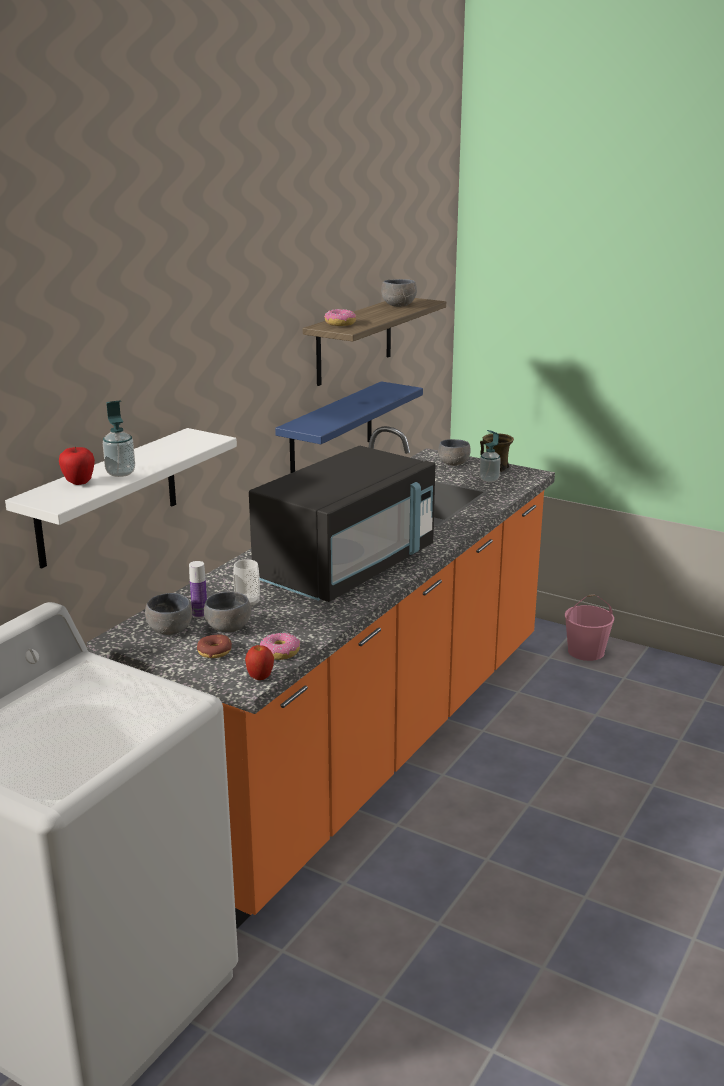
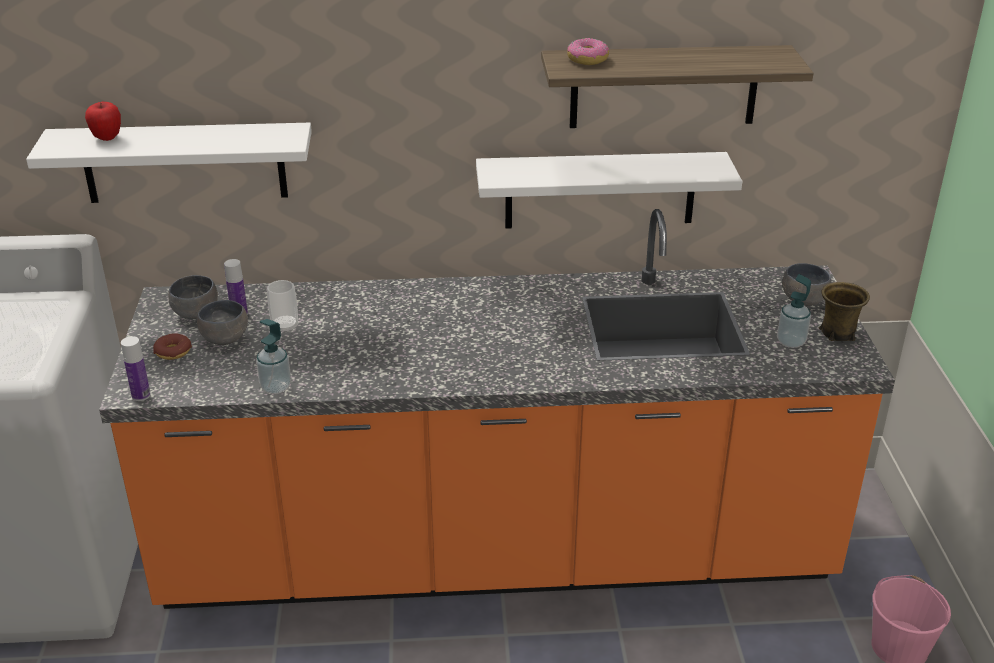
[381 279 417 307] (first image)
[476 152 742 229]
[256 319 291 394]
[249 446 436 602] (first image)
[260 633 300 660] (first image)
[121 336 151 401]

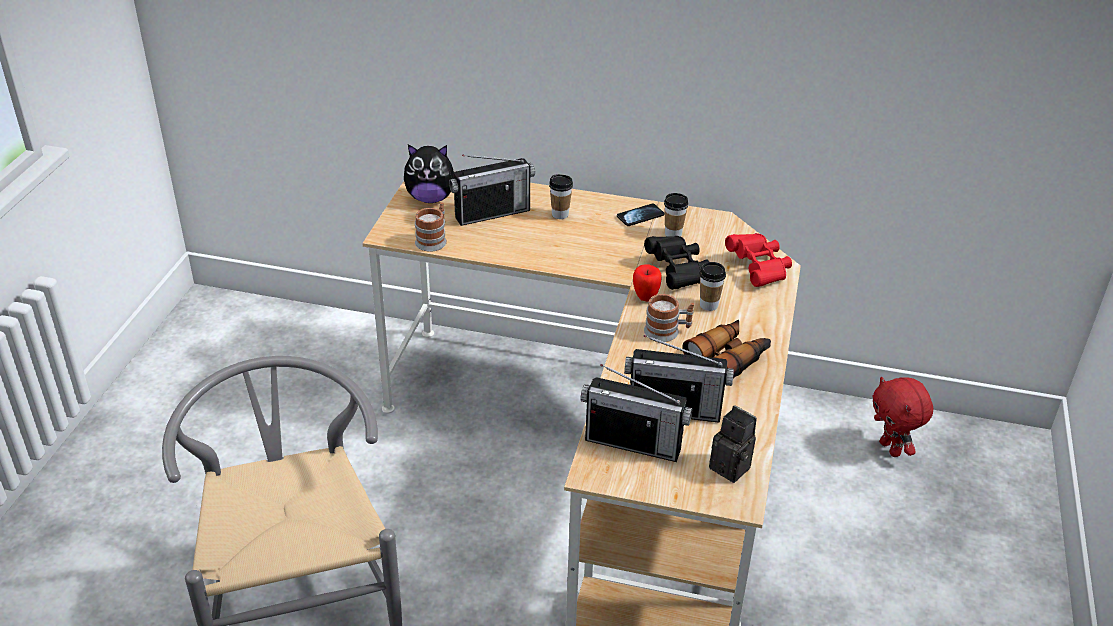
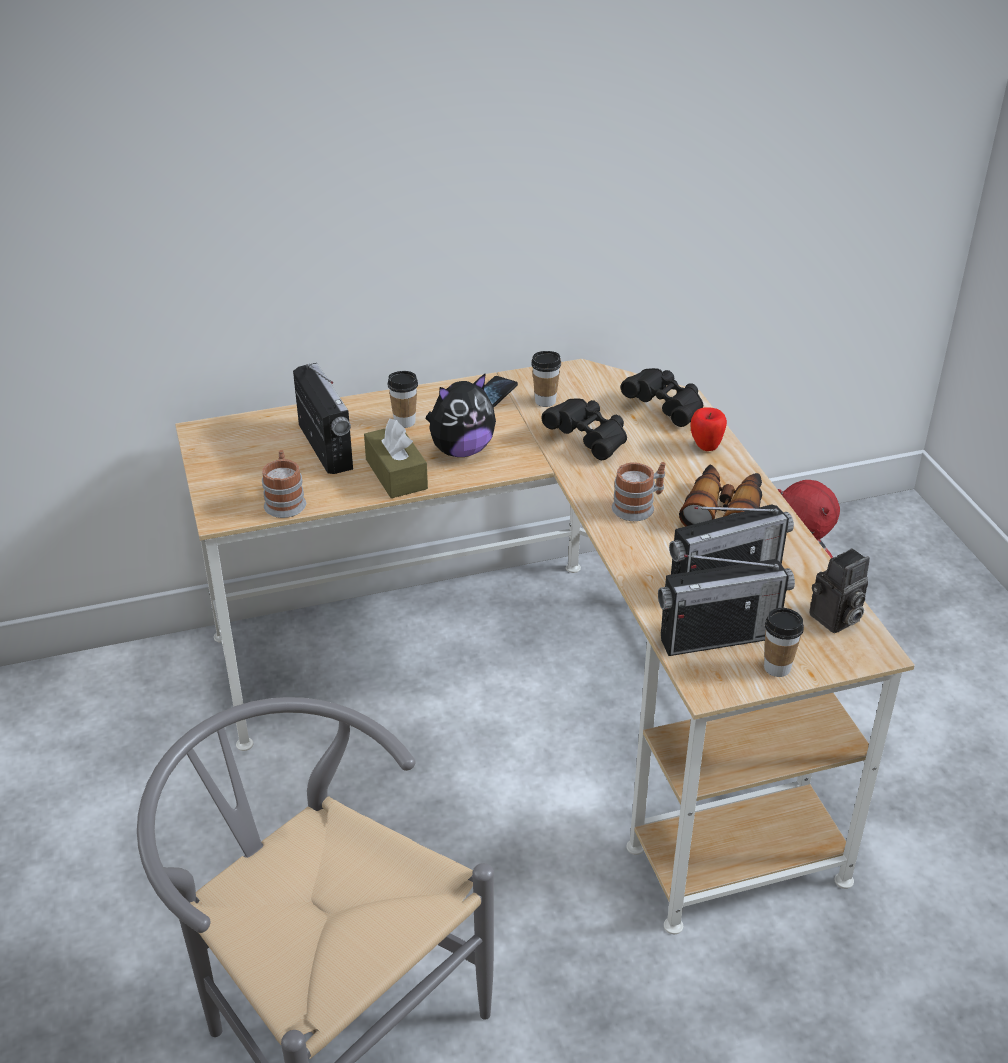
[426 373 496 457]
[293 363 353 474]
[621 368 703 427]
[764 608 804 677]
[691 407 727 451]
[809 548 870 633]
[364 418 428 498]

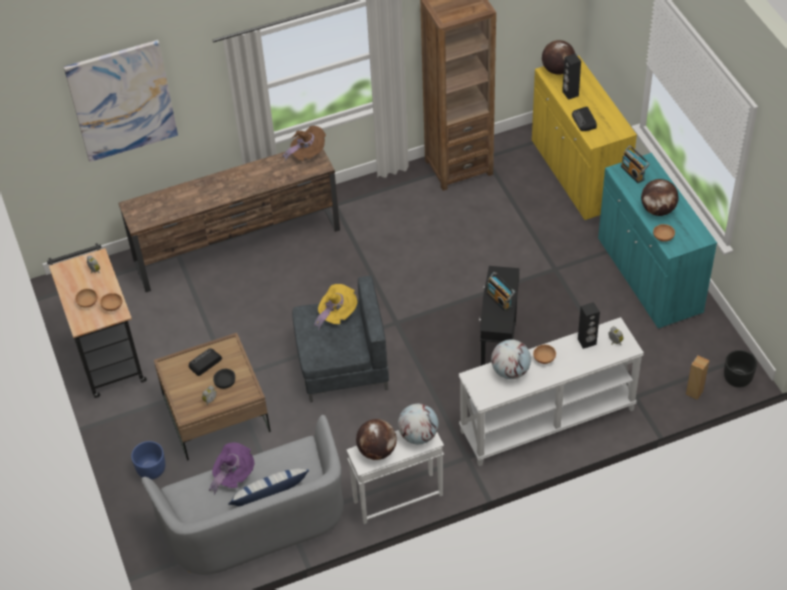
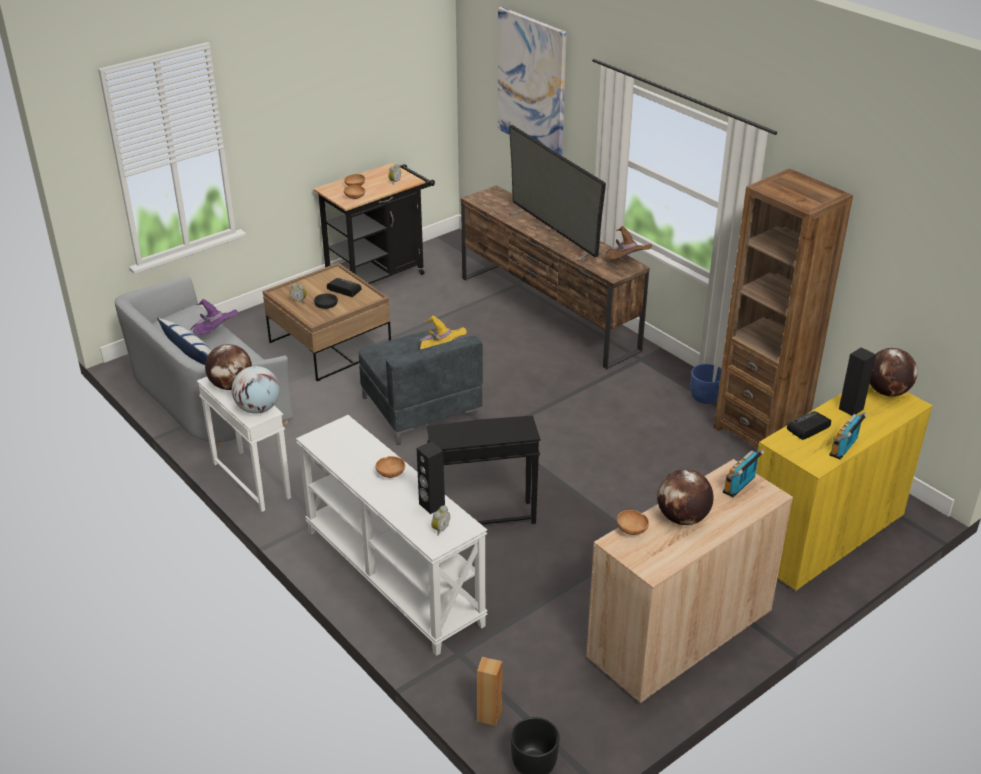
[586 459 793 704]
[829 413 867 460]
[491 340 531 379] (first image)
[690 364 722 404]
[509 125 606 261]

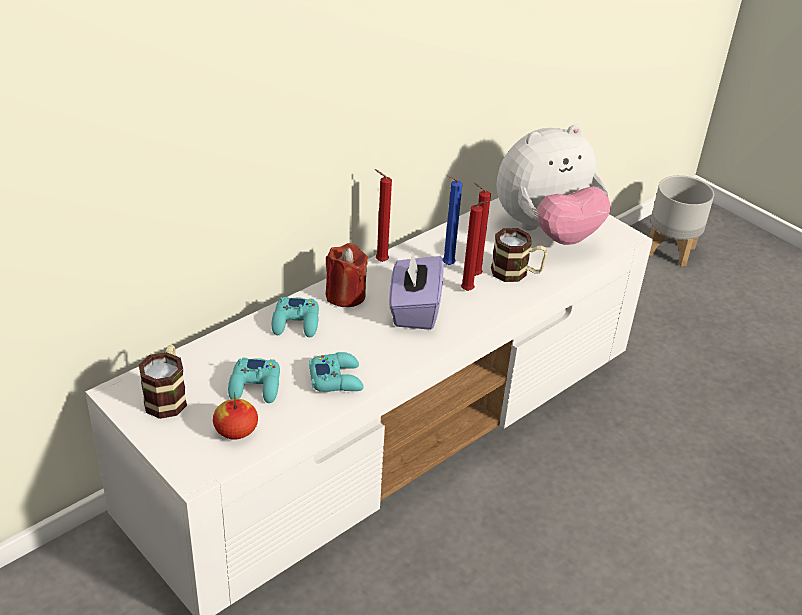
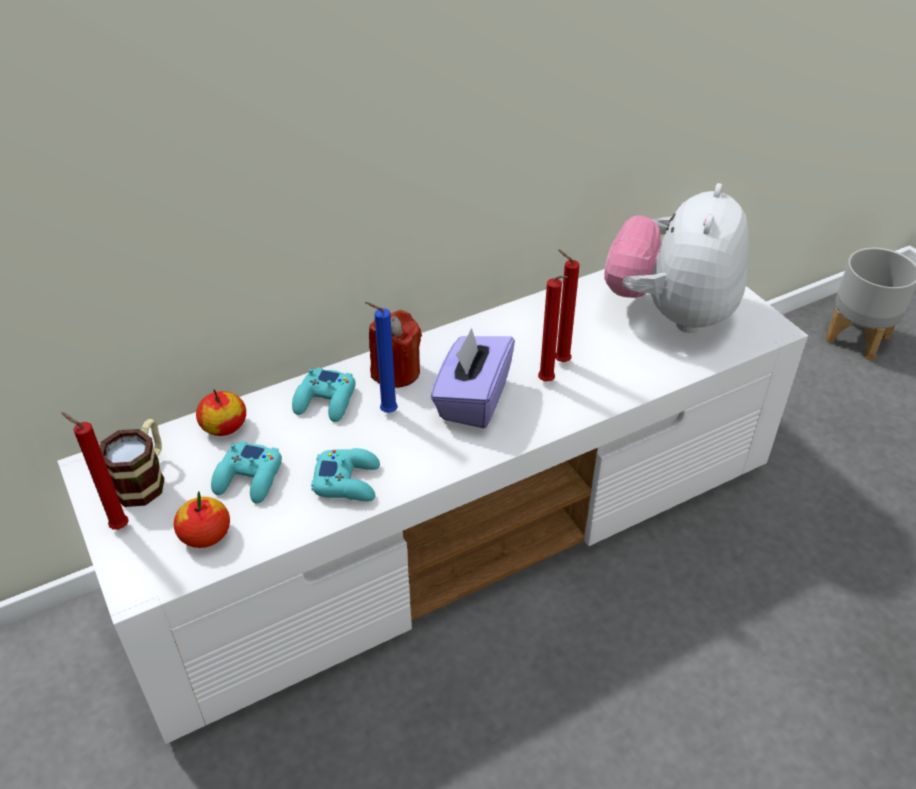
[604 183 749 333]
[61 412 129 530]
[365 302 398 413]
[491 228 547 282] (first image)
[196 389 246 436]

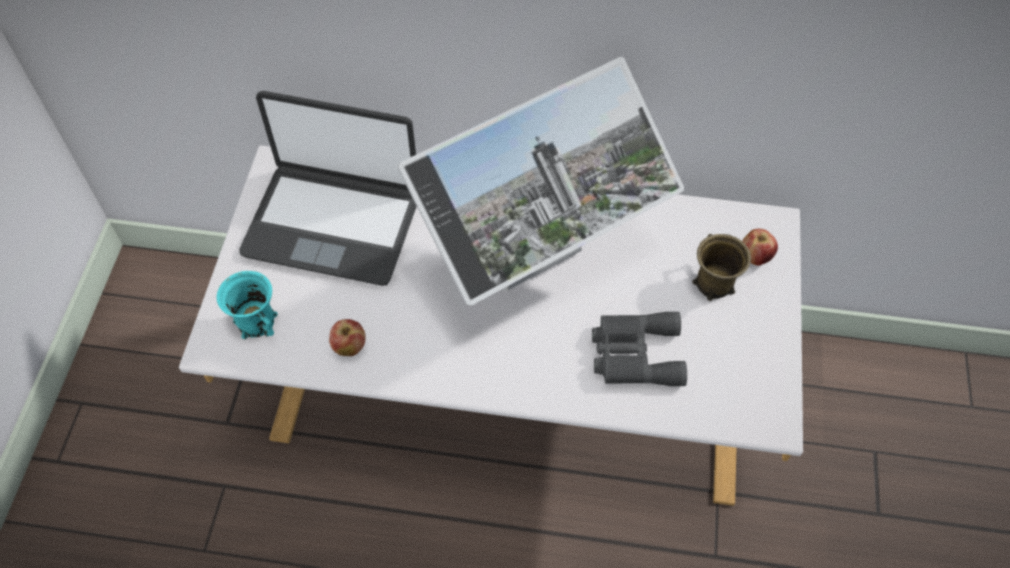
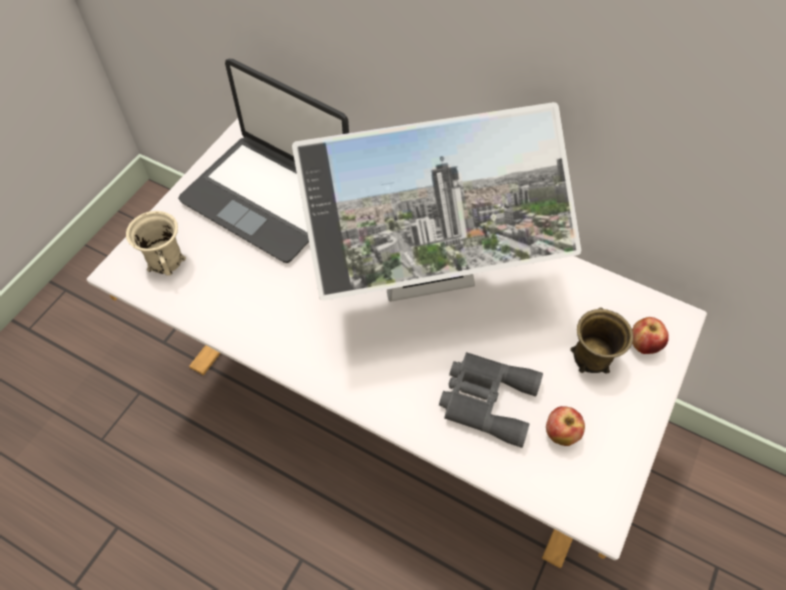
[126 211 186 276]
[546 406 585 446]

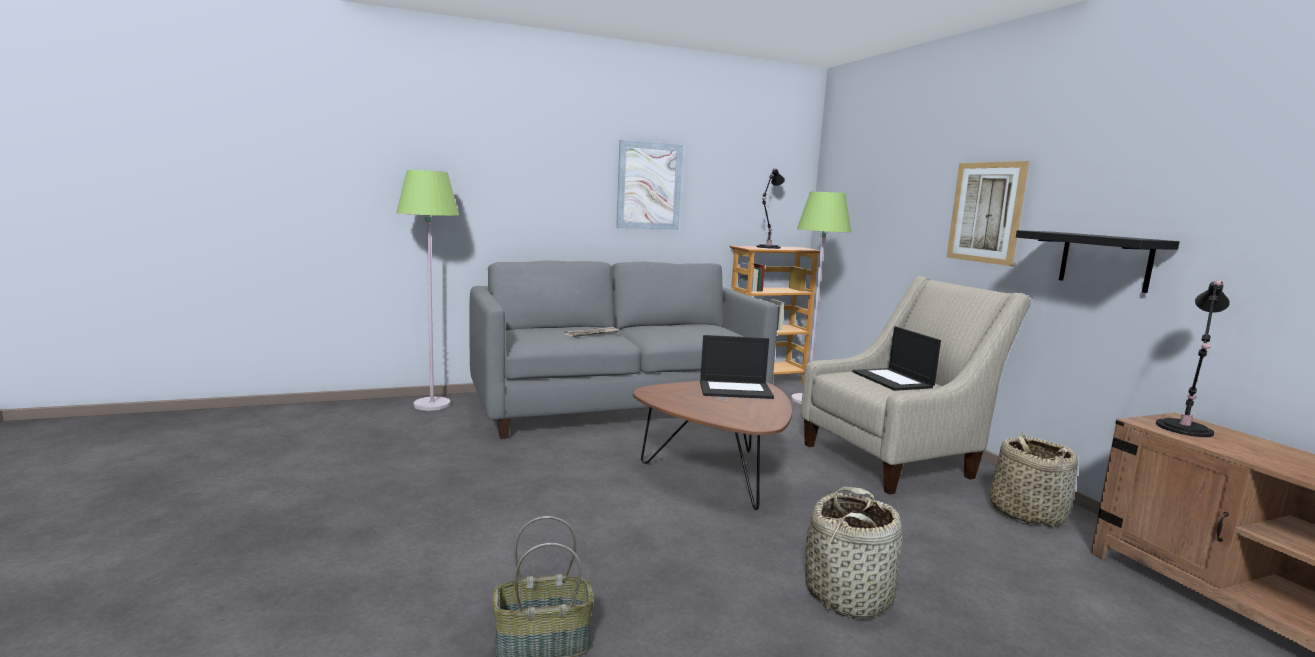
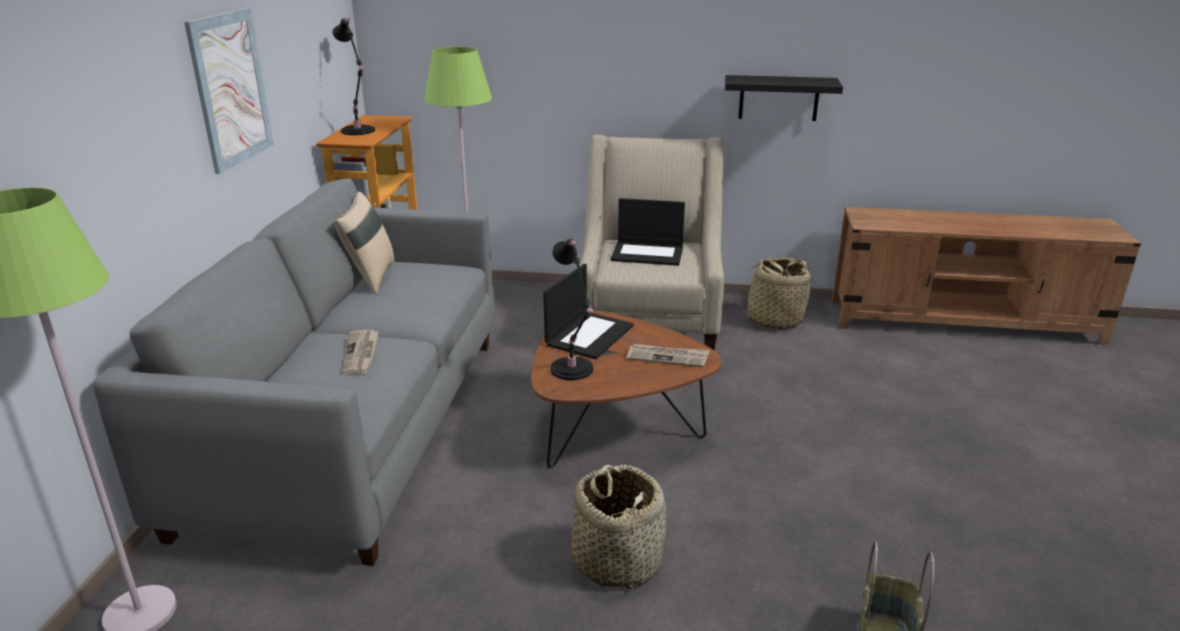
[947 161 1029 266] (first image)
[550 239 595 380]
[571 464 666 589]
[335 192 395 294]
[626 344 710 367]

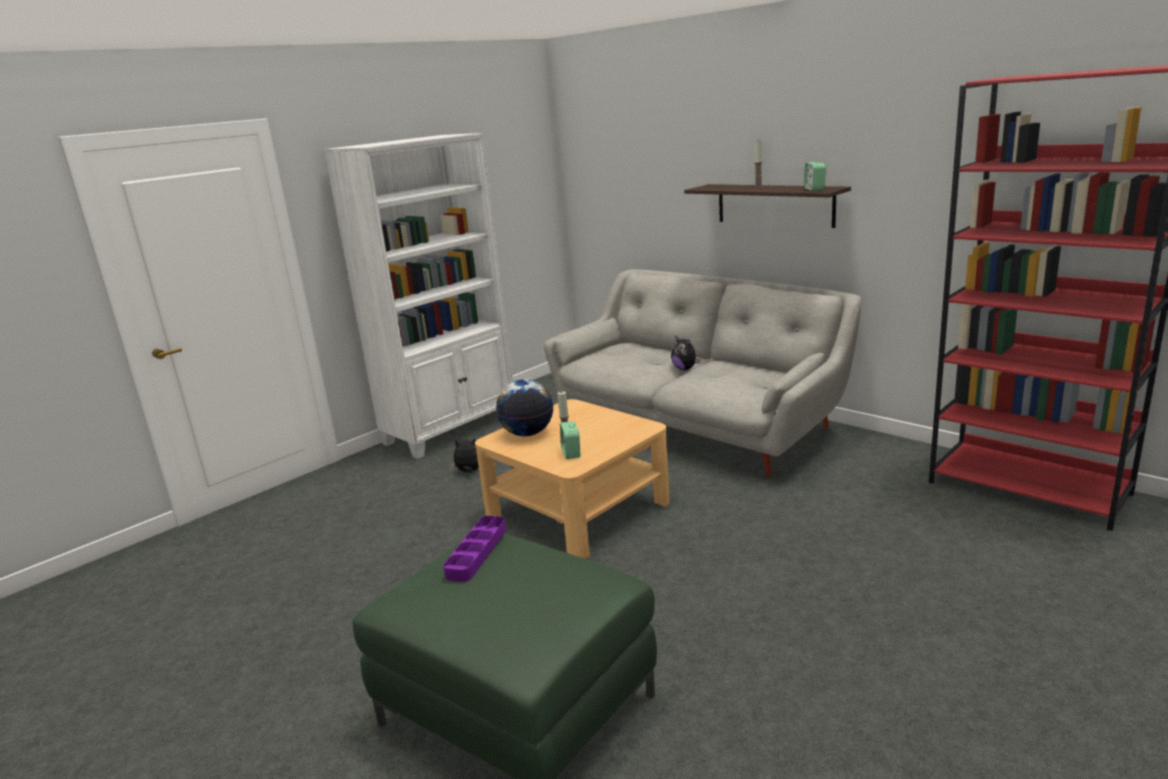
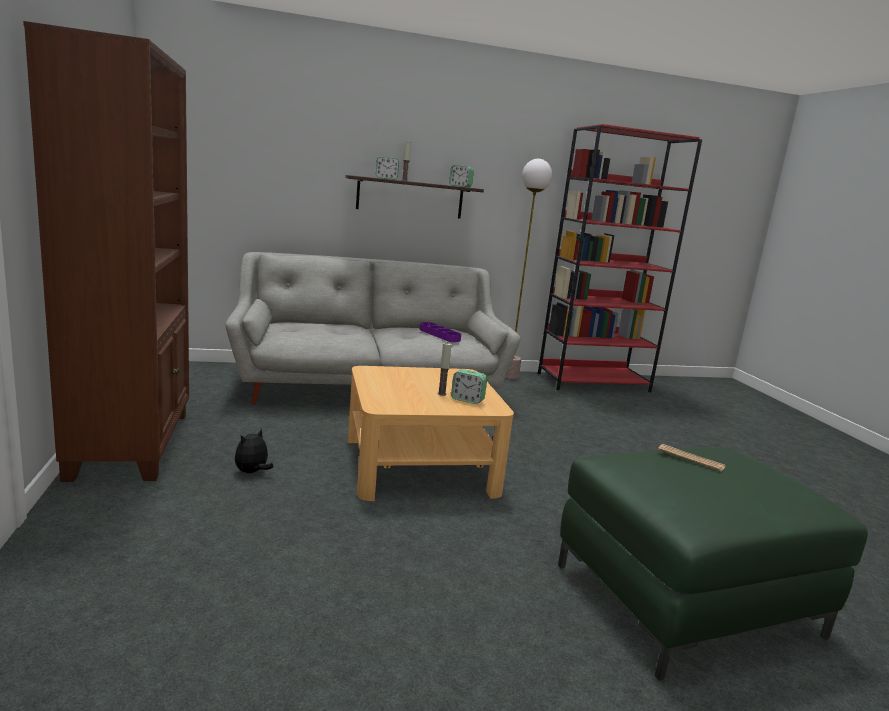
[23 21 189 482]
[671 335 700 370] (first image)
[496 379 553 436] (first image)
[420 322 461 342]
[376 157 399 180]
[505 159 552 379]
[658 444 725 471]

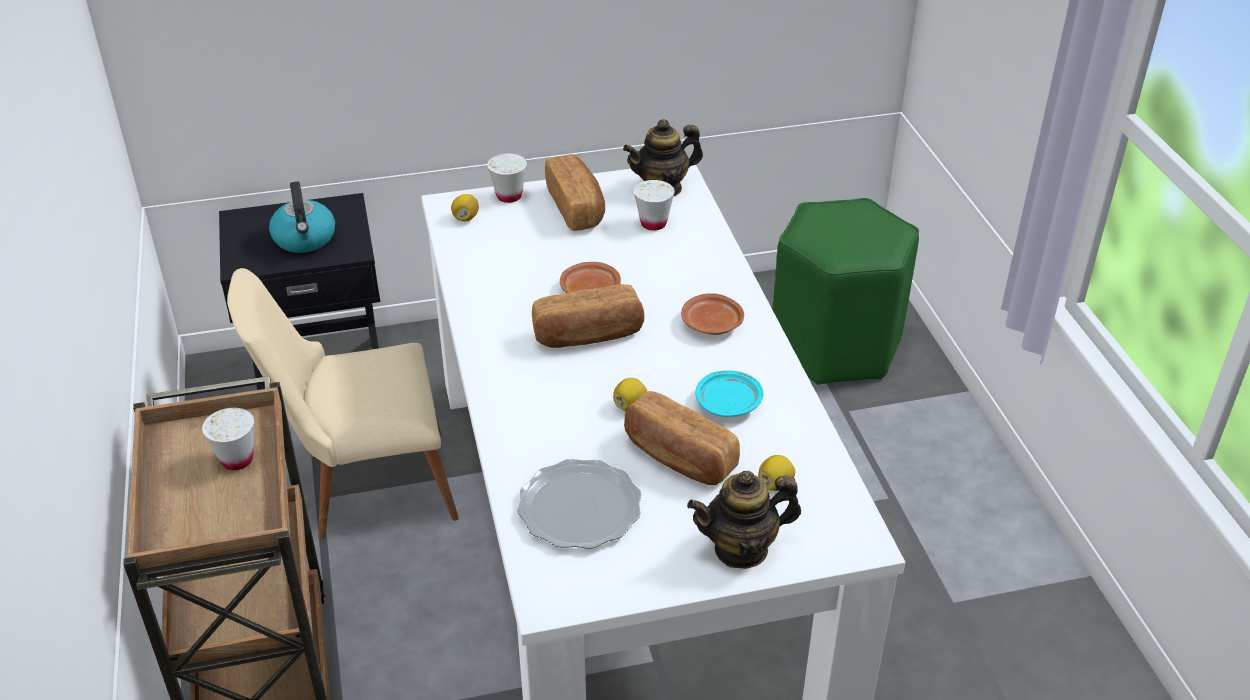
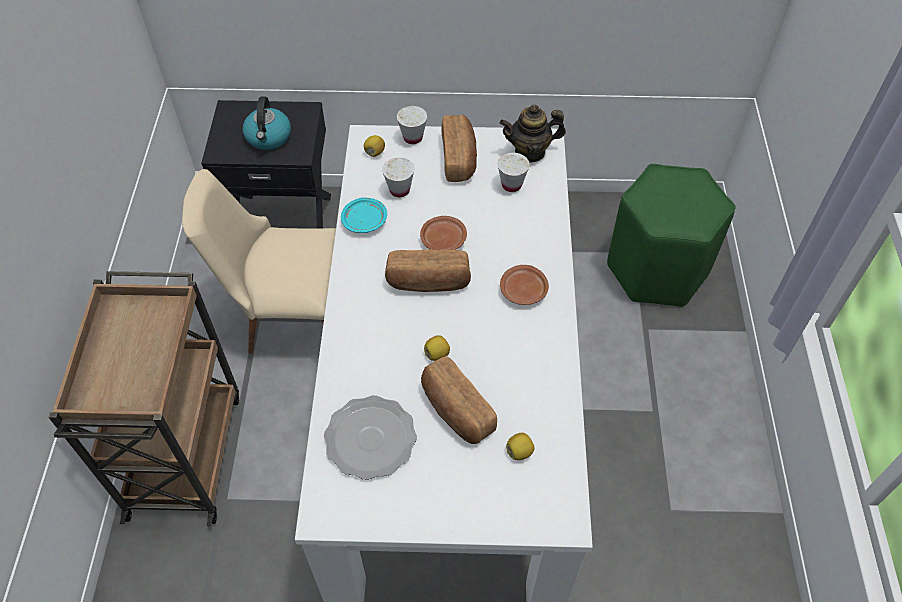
[341 198 387 233]
[382 158 414 197]
[687 471 801 569] (first image)

